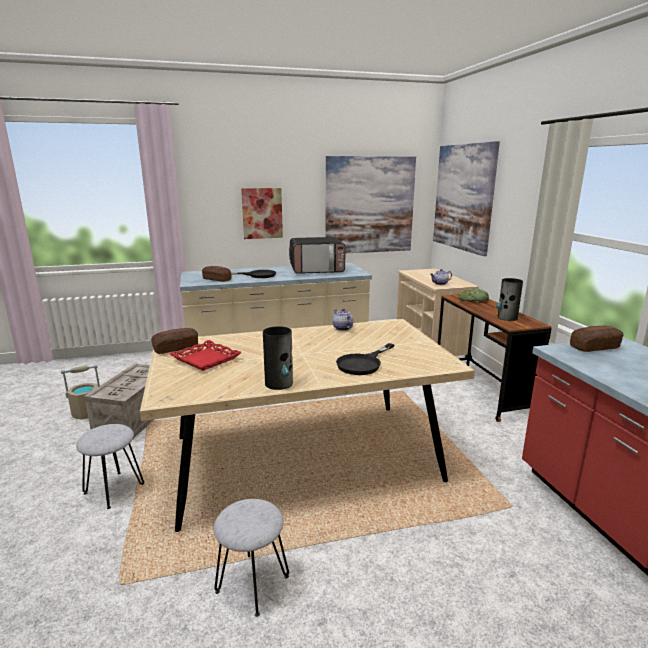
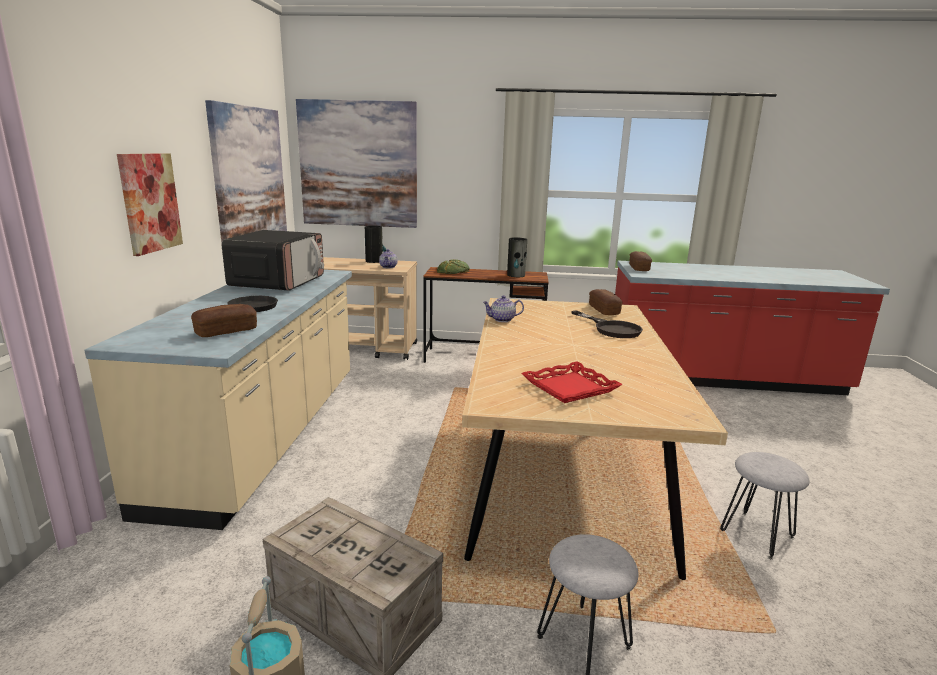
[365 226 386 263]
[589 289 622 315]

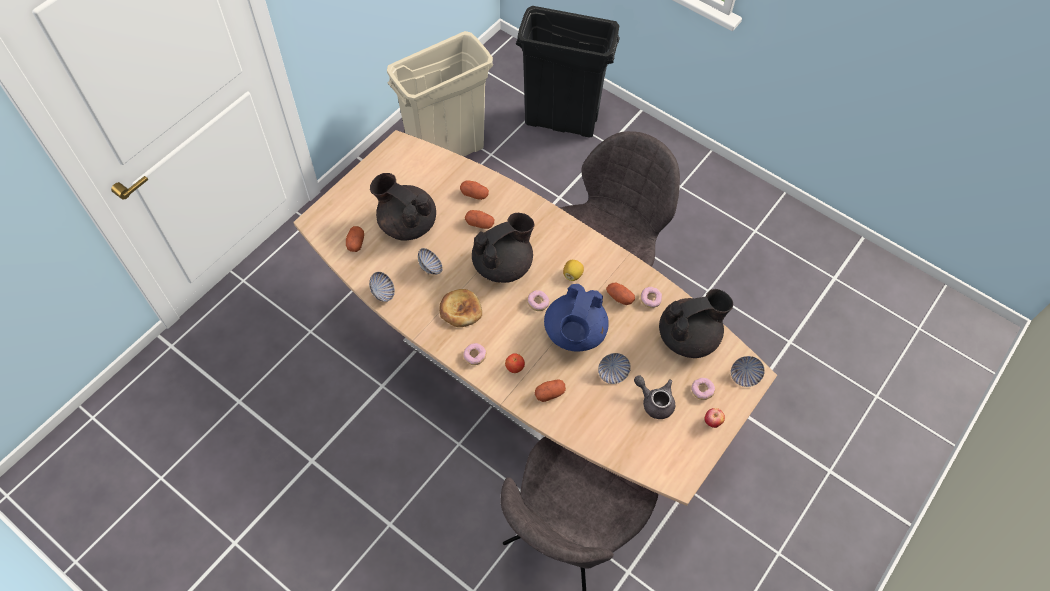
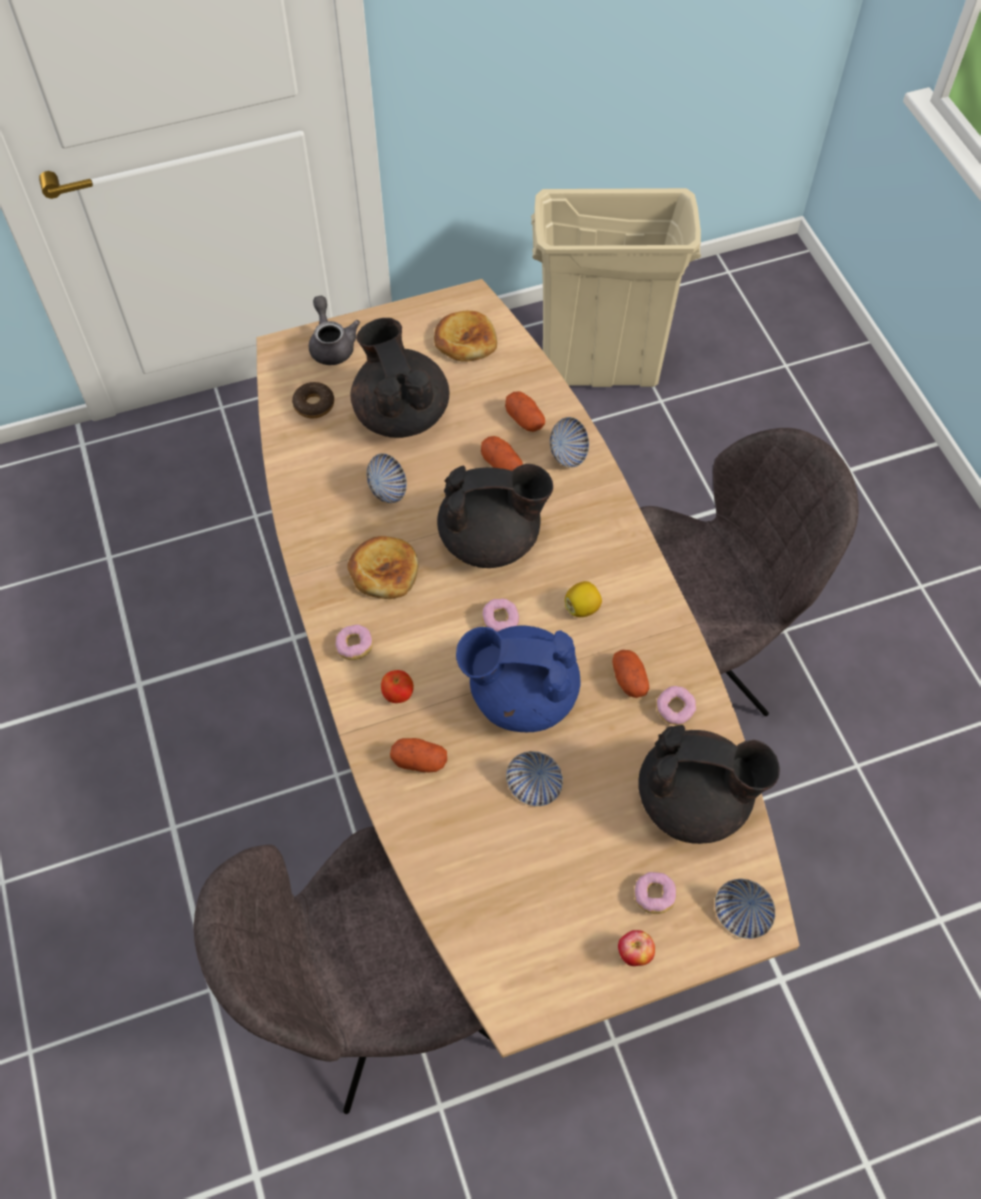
[516 6 620 138] (first image)
[292 382 334 418]
[550 417 589 468]
[456 626 580 732]
[309 296 360 365]
[434 311 497 362]

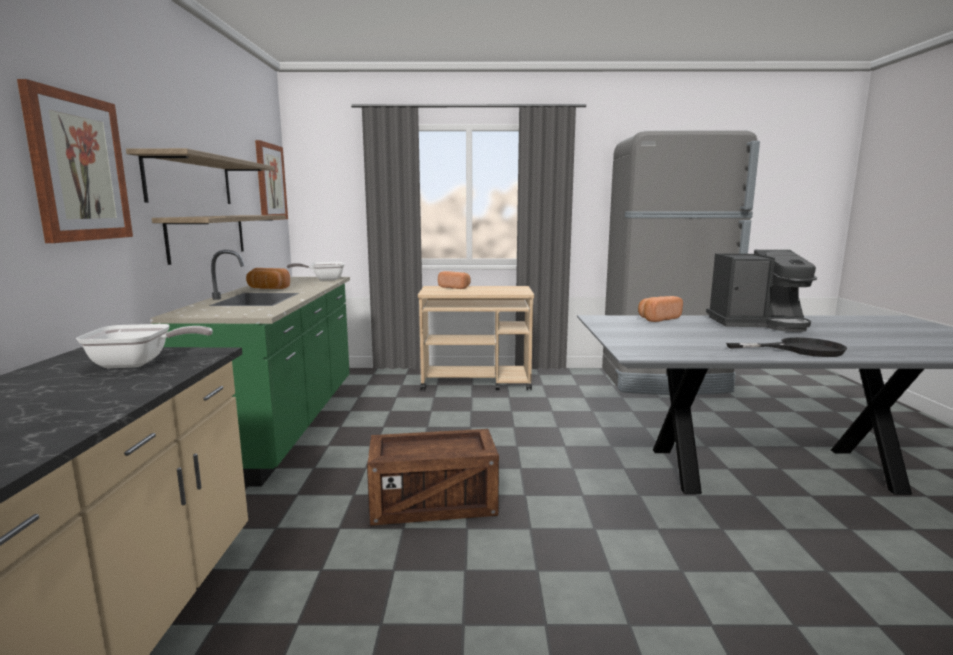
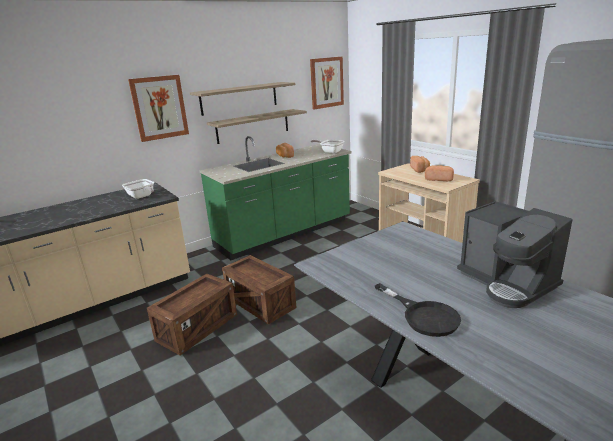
[425 166 454 181]
[147 274 237 355]

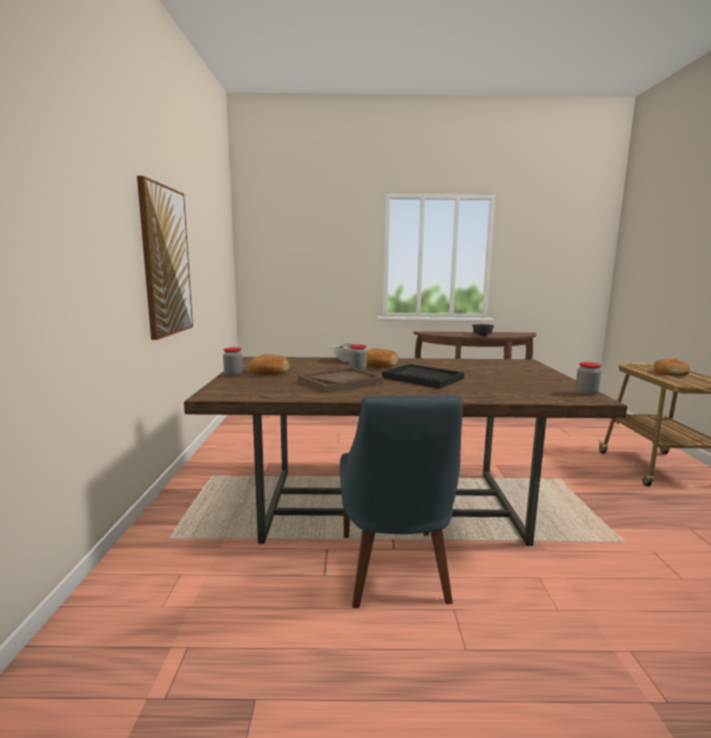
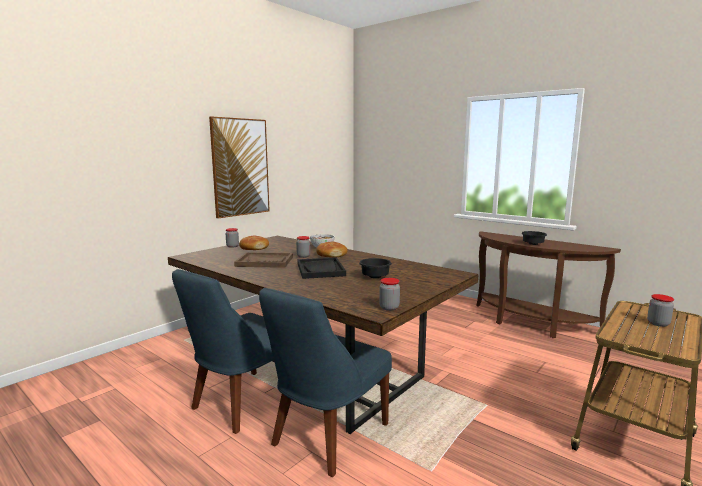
[647 294 674 327]
[359 258 392 278]
[259 288 392 477]

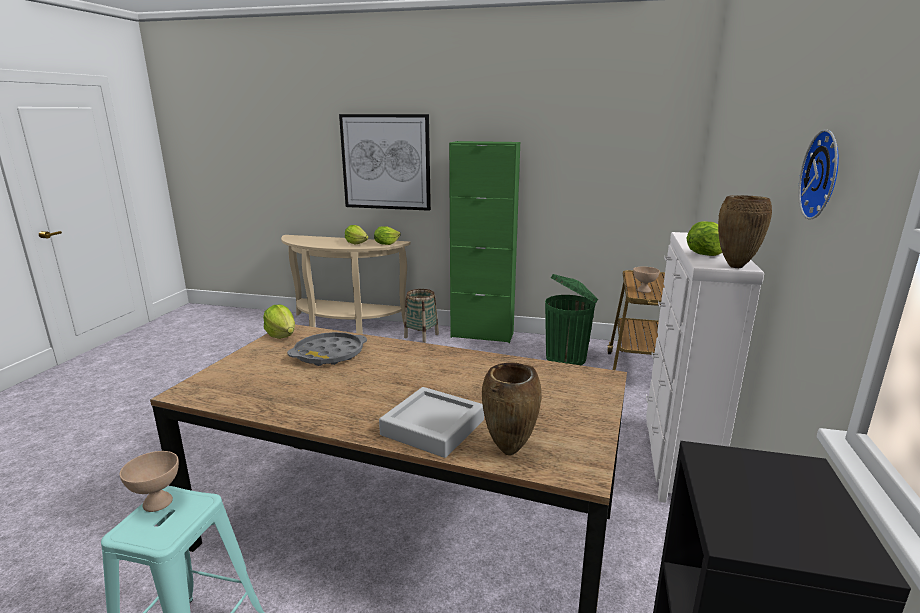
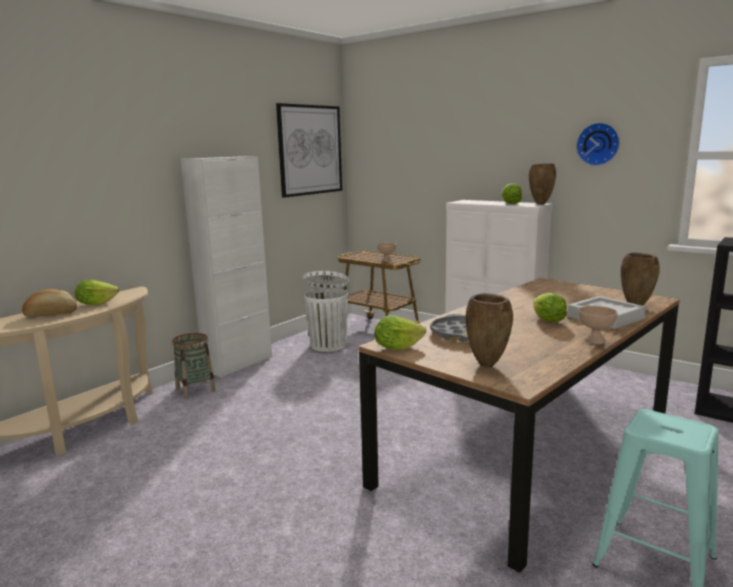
[276 103 342 198]
[181 156 272 378]
[533 293 567 322]
[303 271 349 352]
[578 306 618 344]
[22 289 77 317]
[465 293 513 367]

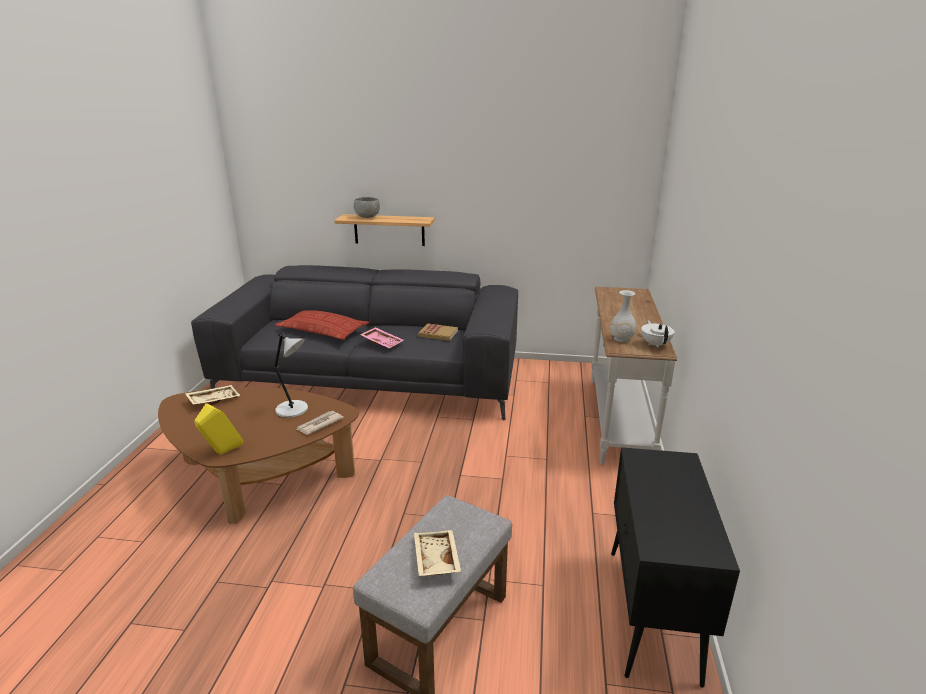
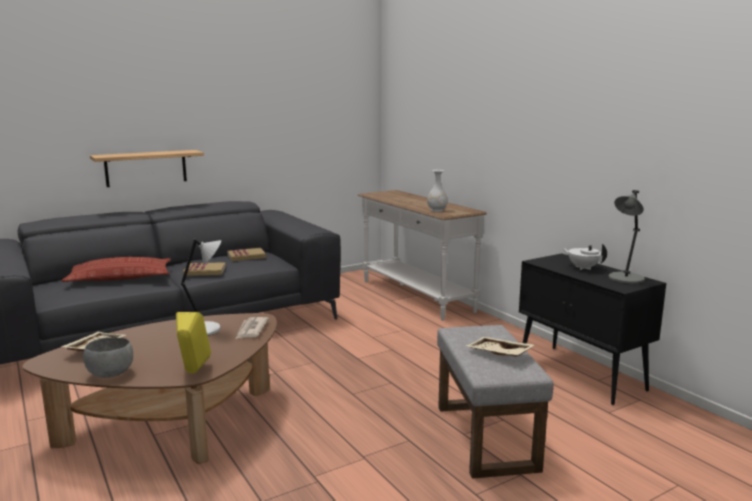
[83 337 133 378]
[562 244 607 270]
[183 262 226 276]
[608 190 645 284]

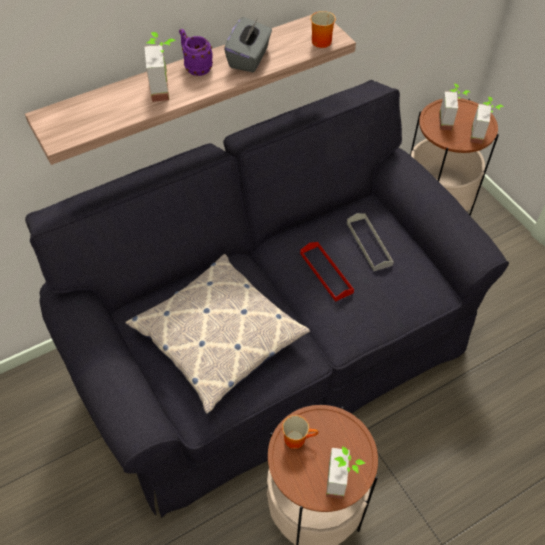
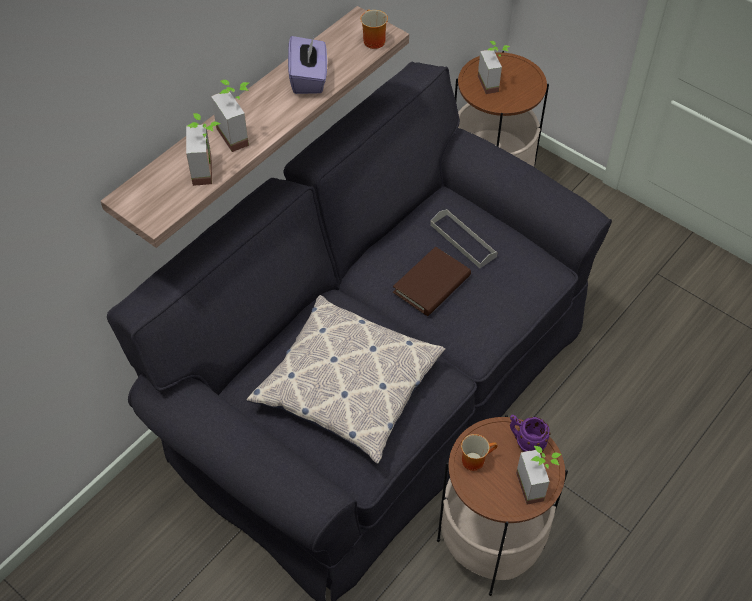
[288 36 327 94]
[510 415 551 452]
[186 113 221 186]
[393 247 471 316]

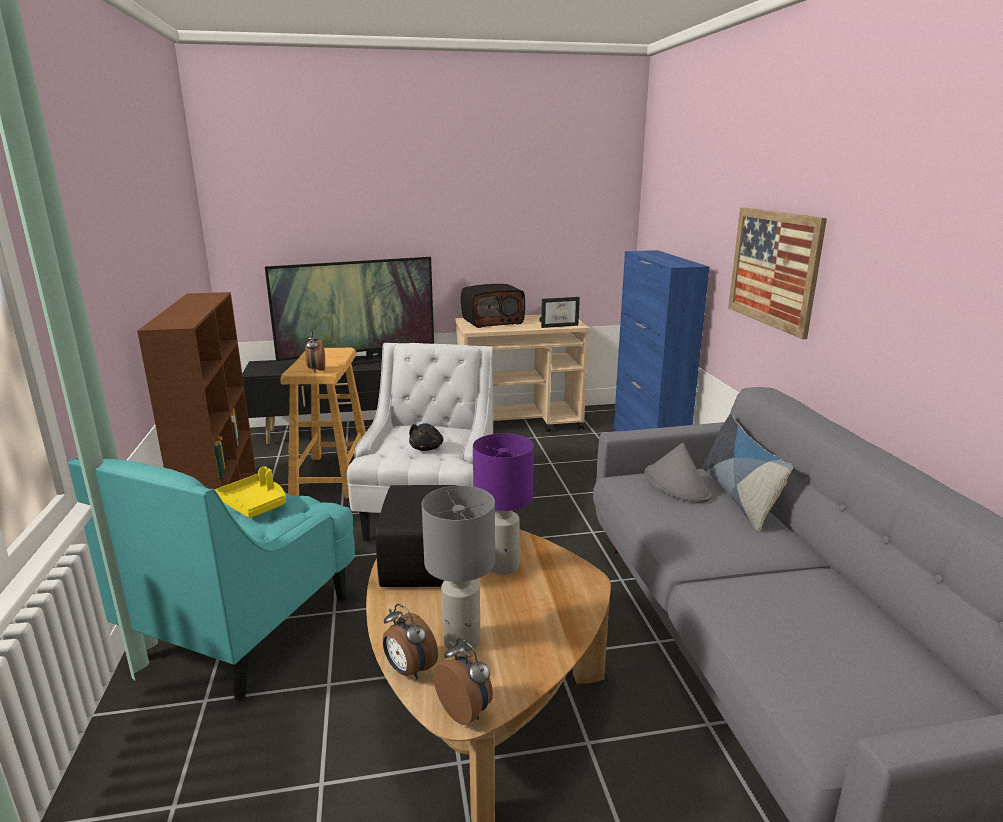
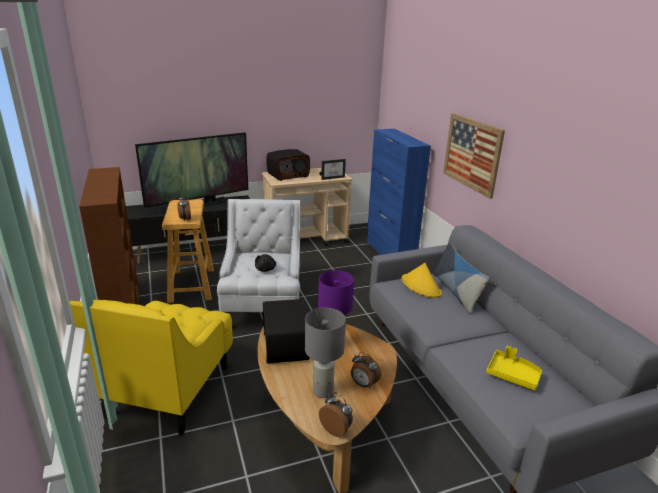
[401 263 442 298]
[70 300 233 436]
[486 346 542 390]
[351 352 381 388]

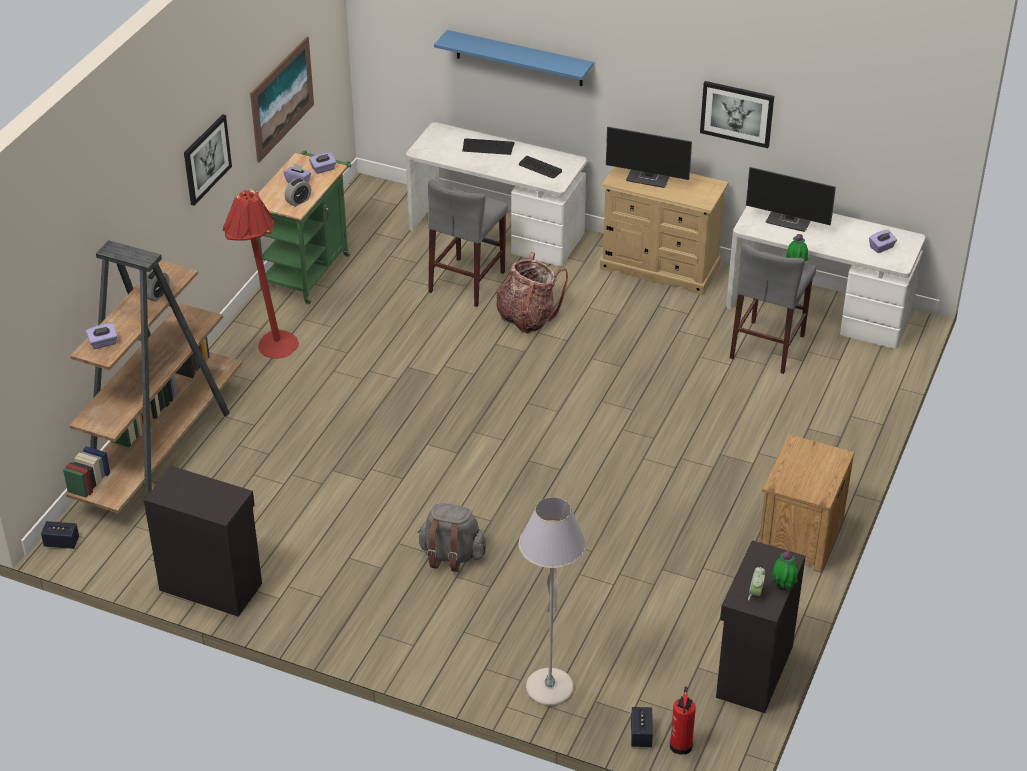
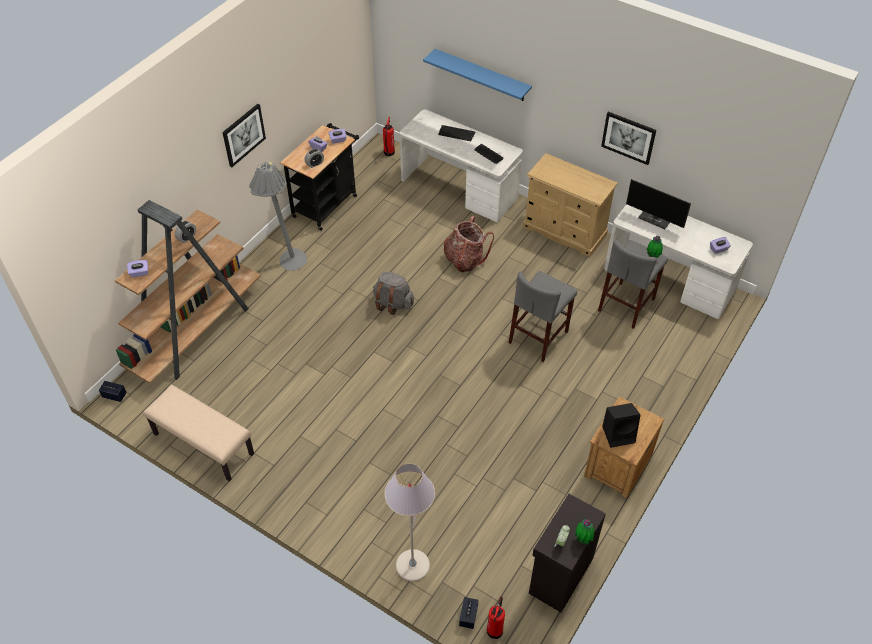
[250 36 314 163] (first image)
[606 126 692 188] (first image)
[280 123 359 231]
[509 271 577 362]
[249 161 307 271]
[143 385 254 481]
[373 272 414 315]
[383 117 395 156]
[602 403 641 448]

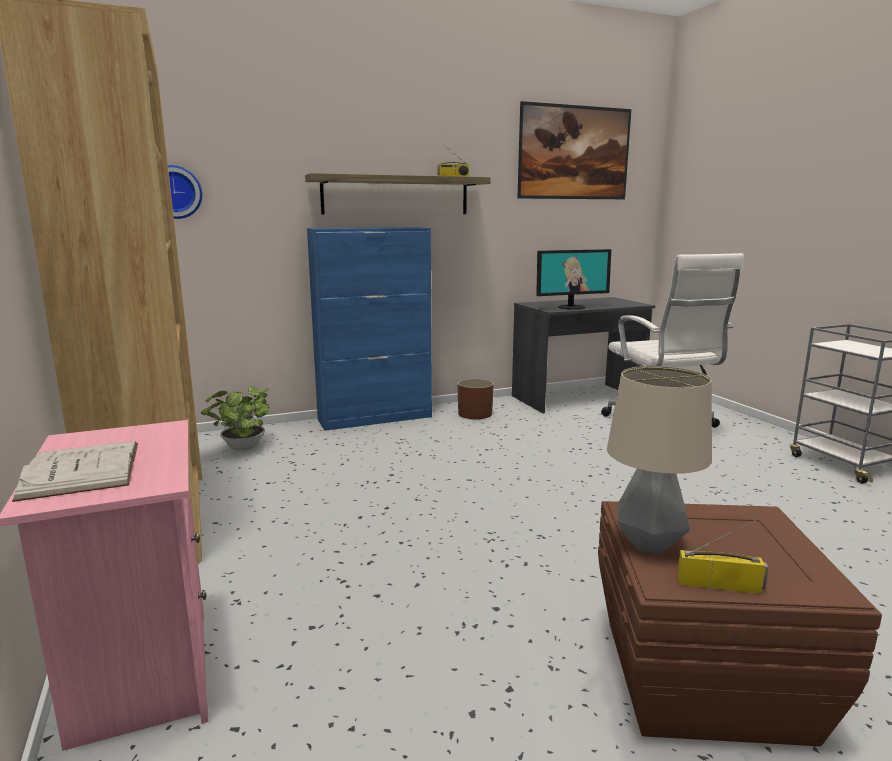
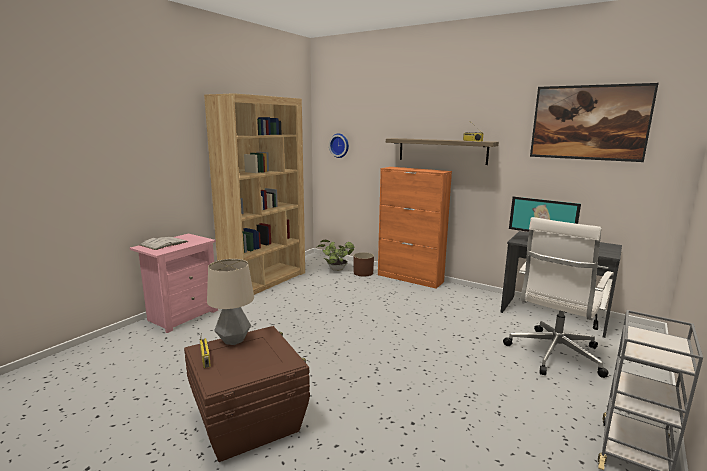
[378 167 452 289]
[353 252 374 277]

